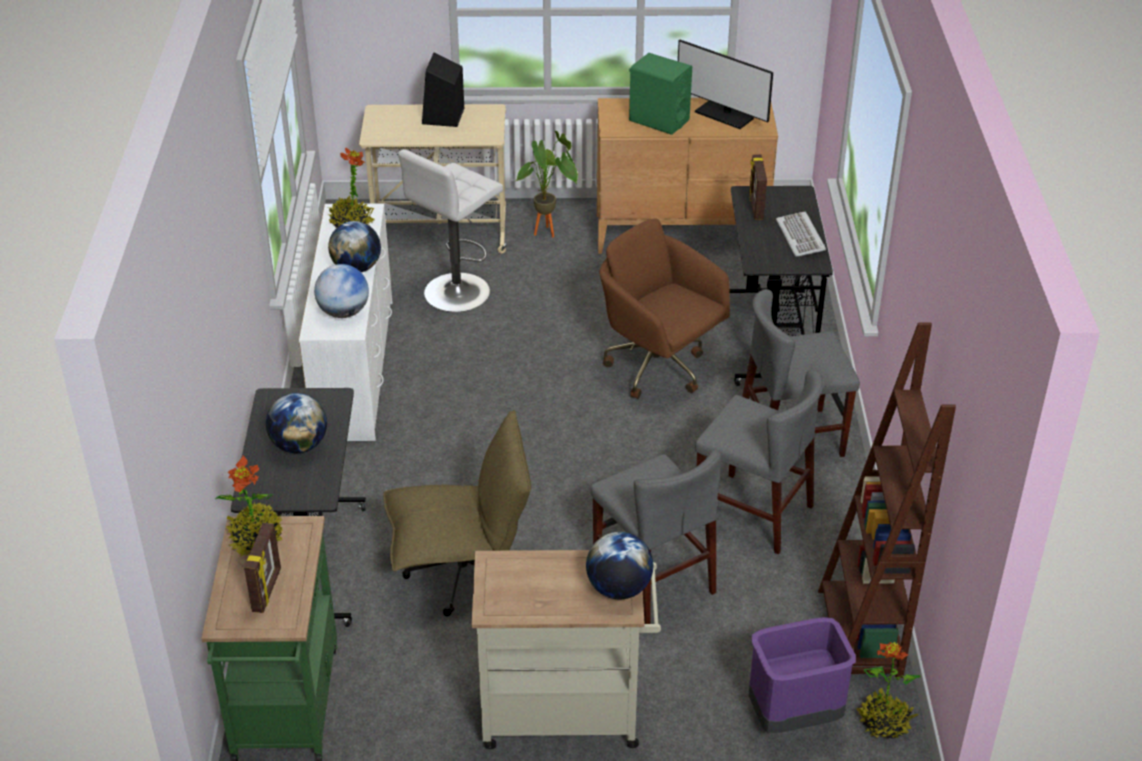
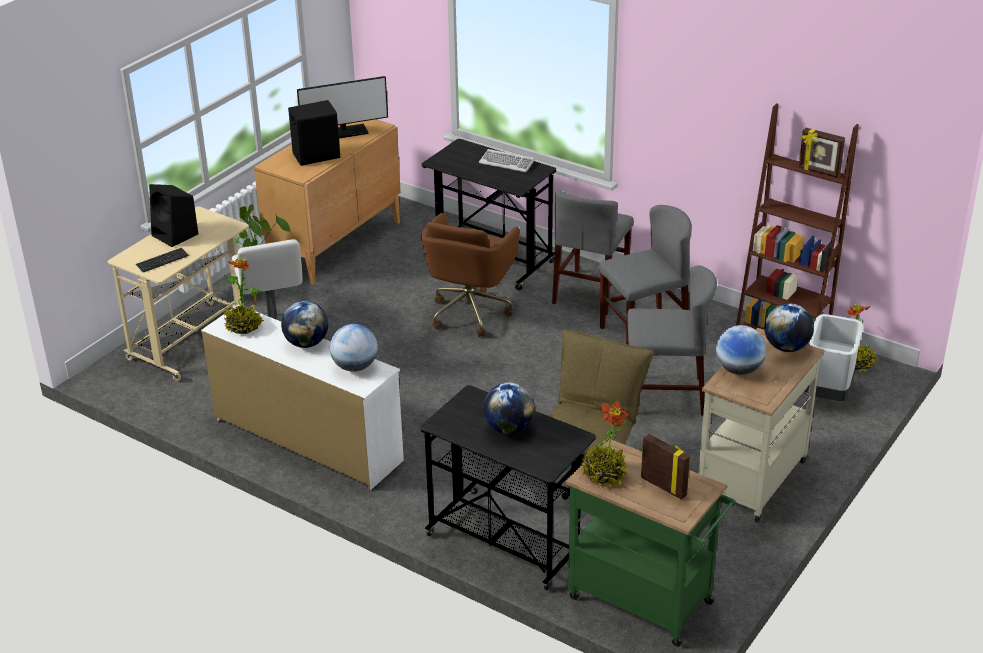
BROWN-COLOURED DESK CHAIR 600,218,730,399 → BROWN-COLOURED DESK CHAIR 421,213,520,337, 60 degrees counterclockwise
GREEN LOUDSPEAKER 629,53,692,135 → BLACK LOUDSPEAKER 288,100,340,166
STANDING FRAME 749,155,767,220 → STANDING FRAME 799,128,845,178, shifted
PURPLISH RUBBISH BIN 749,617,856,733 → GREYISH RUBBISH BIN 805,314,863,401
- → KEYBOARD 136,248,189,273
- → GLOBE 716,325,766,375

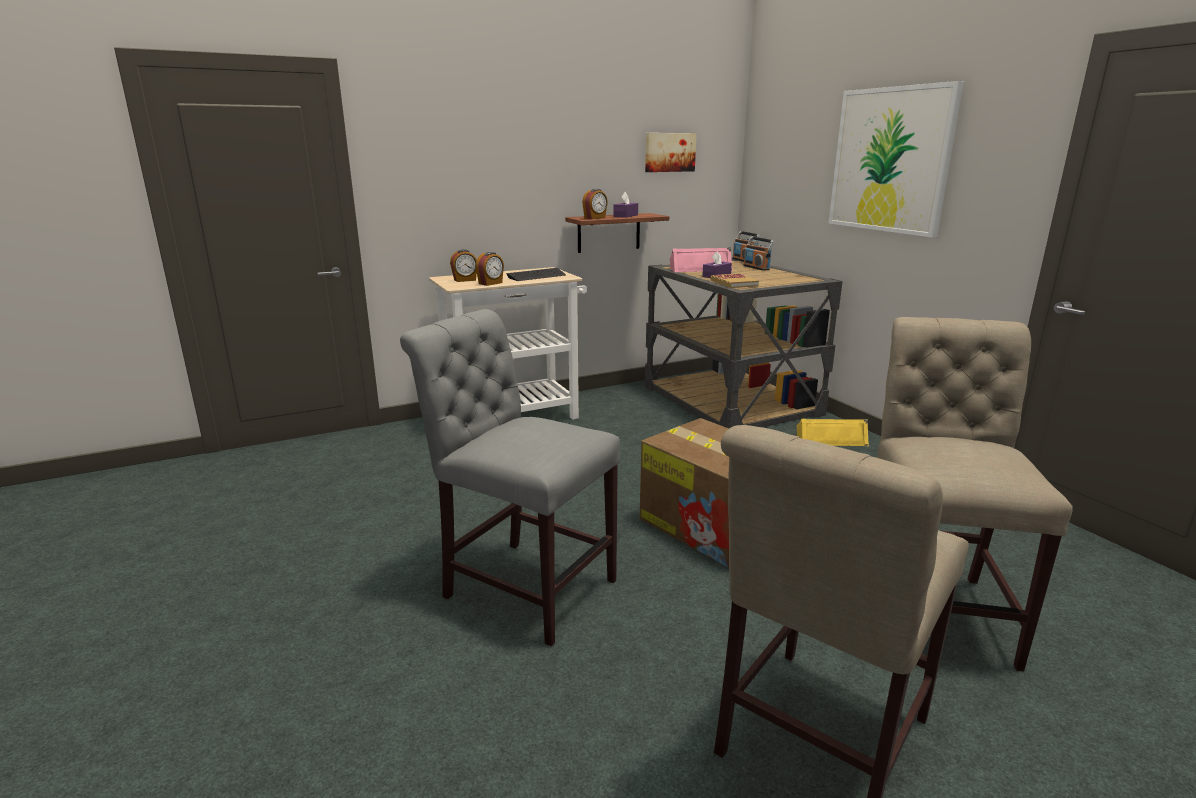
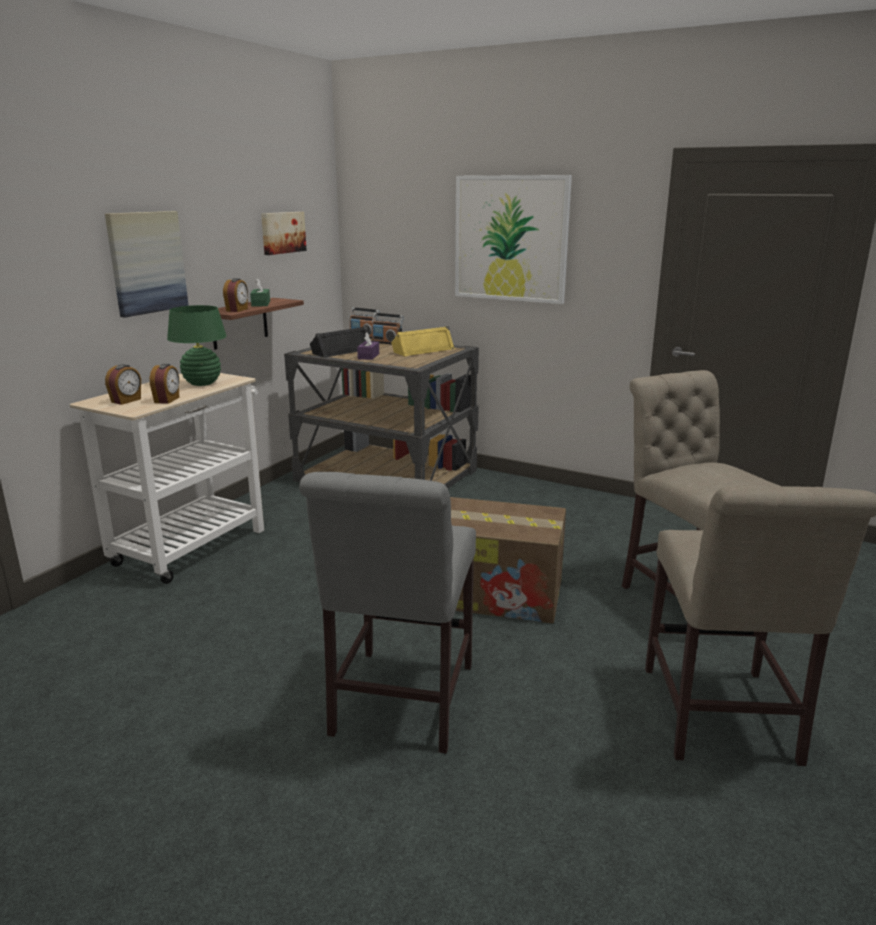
GREYISH CHAIR 400,309,620,646 → GREYISH CHAIR 299,472,476,753, 75 degrees counterclockwise
KEYBOARD 507,268,566,281 → GREEN TABLETOP LAMP 167,305,227,386
PURPLISH TISSUE BOX 613,192,638,218 → GREEN TISSUE BOX 250,278,270,307
PINK-COLOURED LOUDSPEAKER 670,247,733,272 → BLACK LOUDSPEAKER 310,326,370,358
BOOK 710,274,759,288 → -
YELLOW-COLOURED LOUDSPEAKER 796,419,869,446 → YELLOW-COLOURED LOUDSPEAKER 391,326,455,356, shifted
- → PICTURE 105,211,189,317

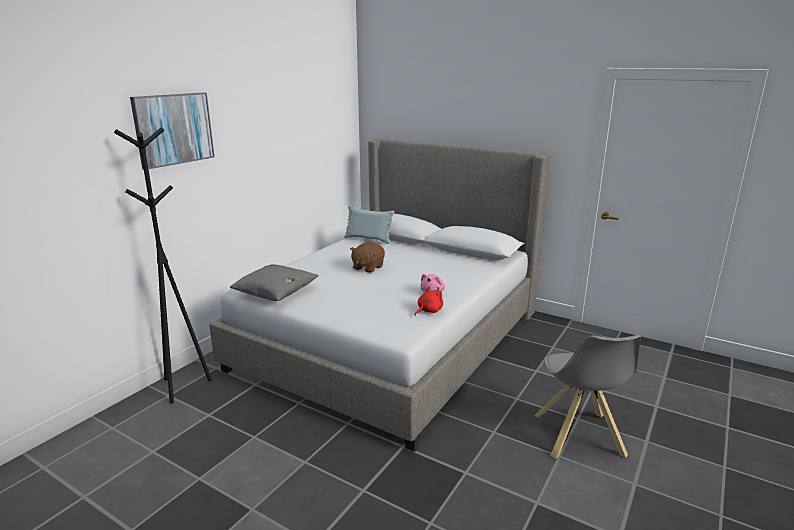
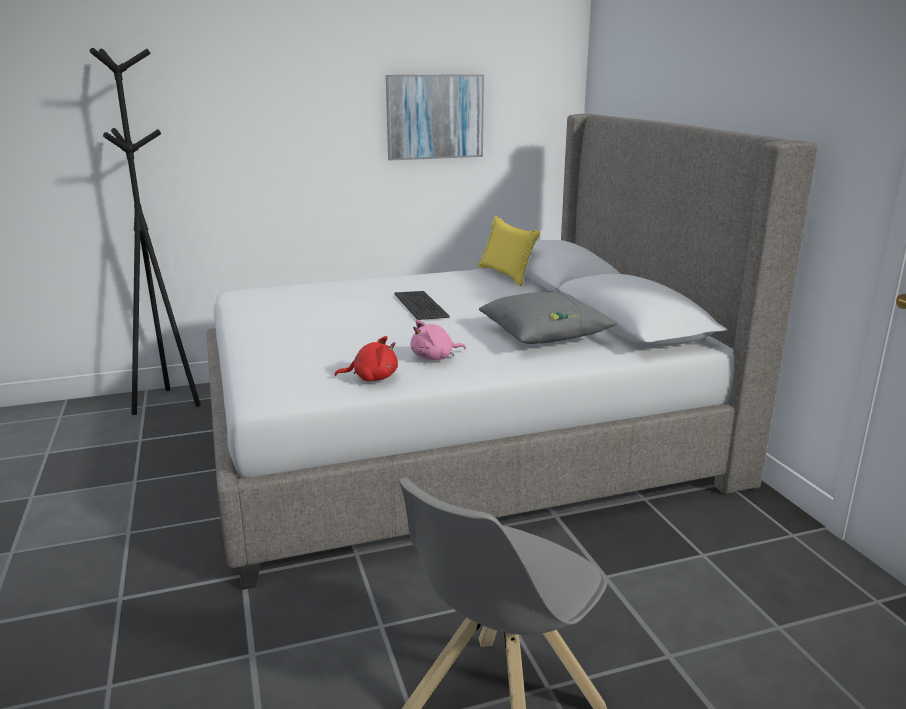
PICTURE 130,93,215,170 → PICTURE 386,74,484,160, shifted
GREYISH THROW PILLOW 230,264,319,301 → GREYISH THROW PILLOW 479,291,618,344, shifted
BLUE-COLOURED THROW PILLOW 344,206,394,244 → YELLOW-COLOURED THROW PILLOW 477,216,540,286
BROWN-COLOURED CUDDLY TOY 350,242,385,273 → KEYBOARD 394,291,450,320

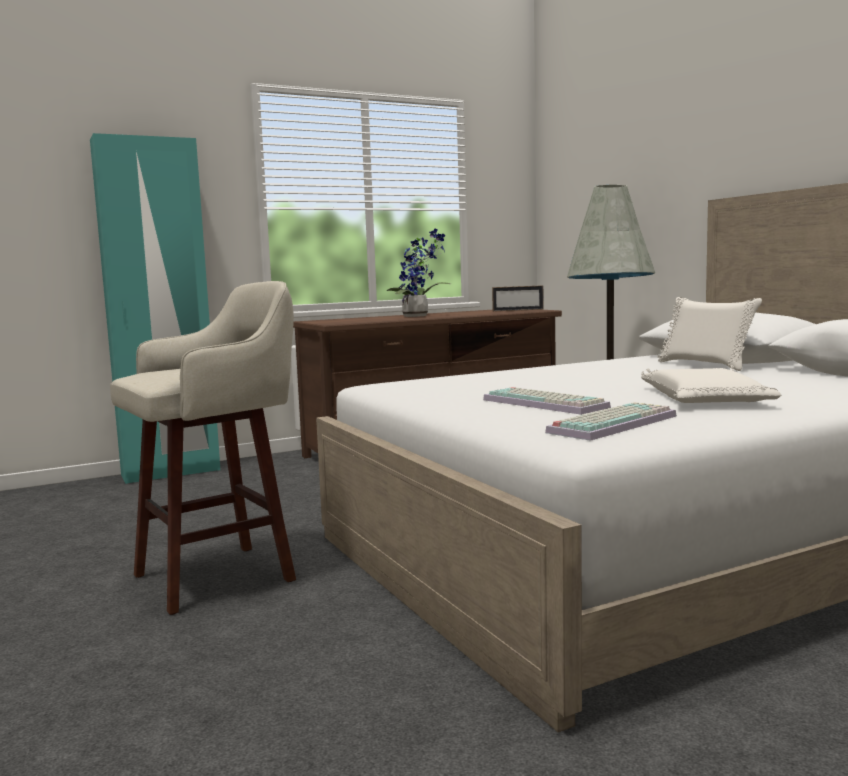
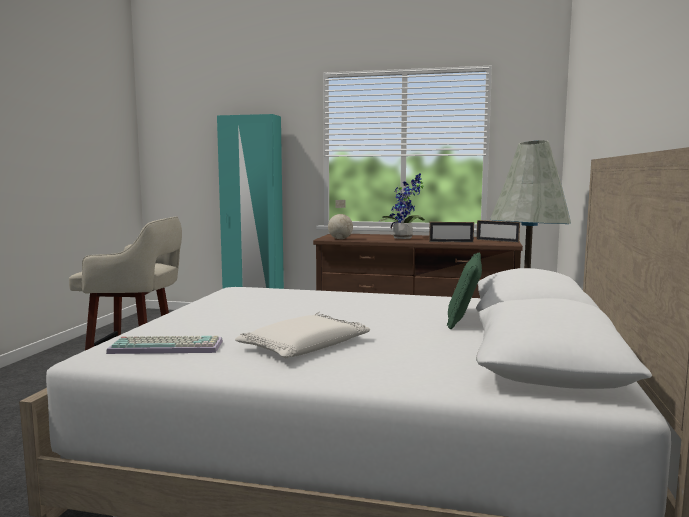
KEYBOARD 483,387,611,415 → -
WHITISH THROW PILLOW 657,297,762,371 → GREEN THROW PILLOW 447,253,482,329
- → GLOBE 328,200,353,239
- → STANDING FRAME 429,222,474,243

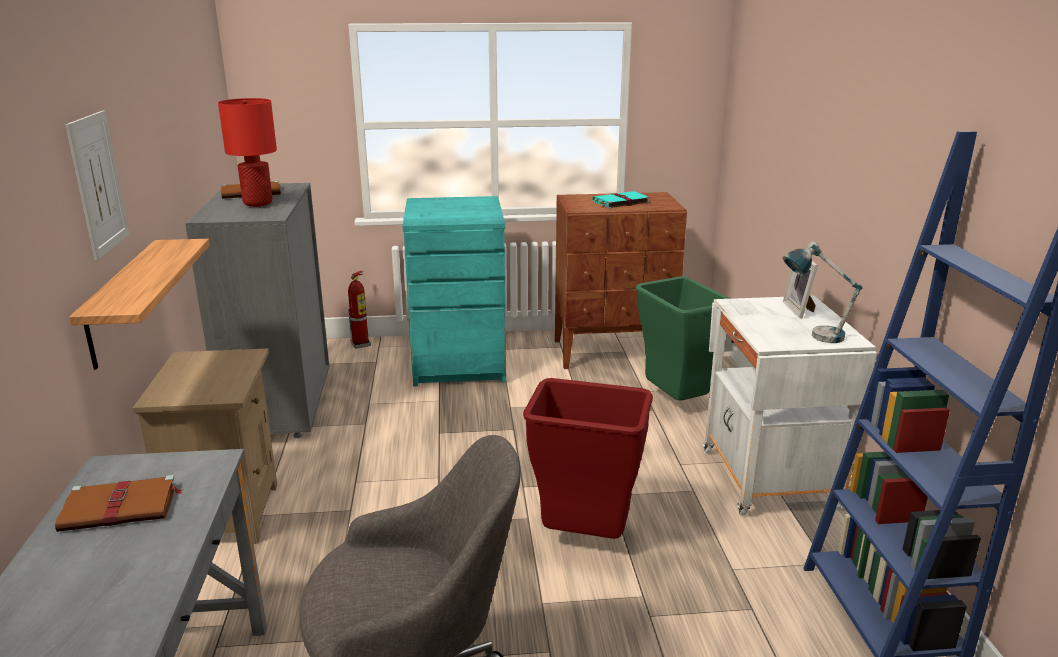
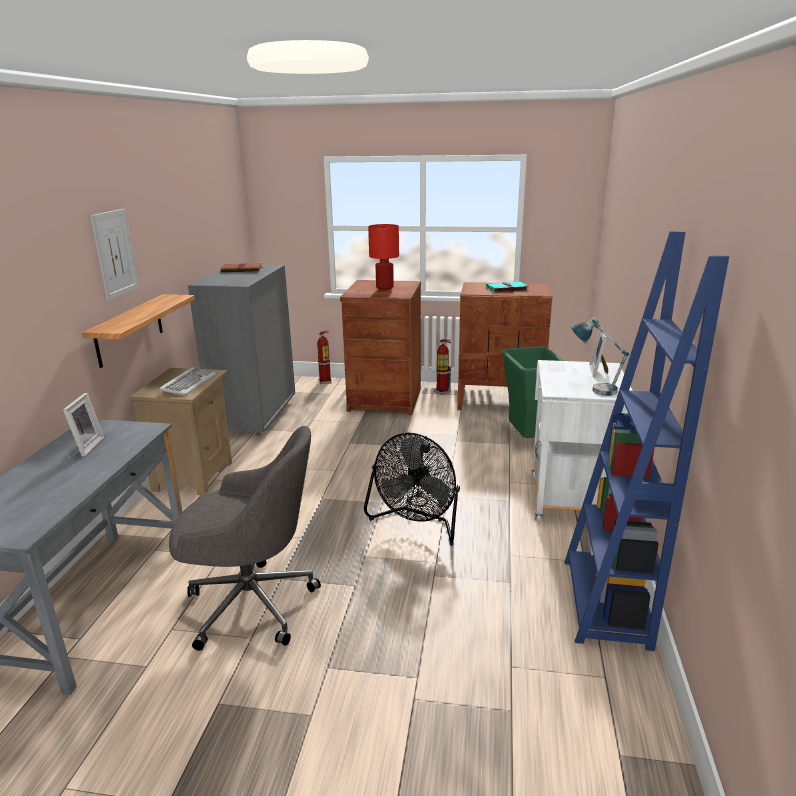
BROWN-COLOURED BOOK 55,475,184,532 → STANDING FRAME 63,393,104,457
RED-COLOURED TABLETOP LAMP 218,98,277,207 → RED-COLOURED TABLETOP LAMP 368,224,399,290, shifted
BLUE-GREEN DRAWER CHEST 402,196,506,386 → BROWN-COLOURED DRAWER CHEST 340,280,421,415
RED-COLOURED RUBBISH BIN 523,378,653,539 → BLACK FAN 364,433,460,546
- → KEYBOARD 158,367,217,396
- → EXTINGUISHER 434,339,451,395

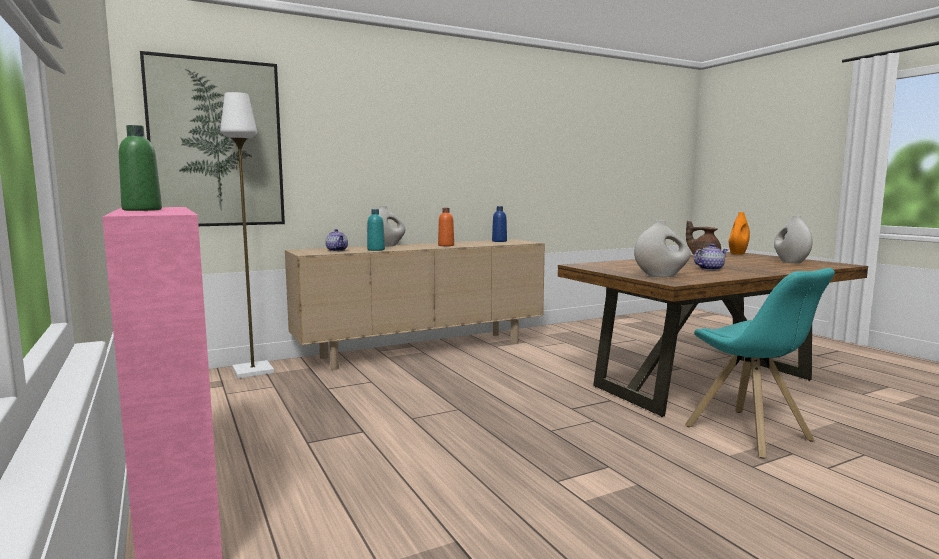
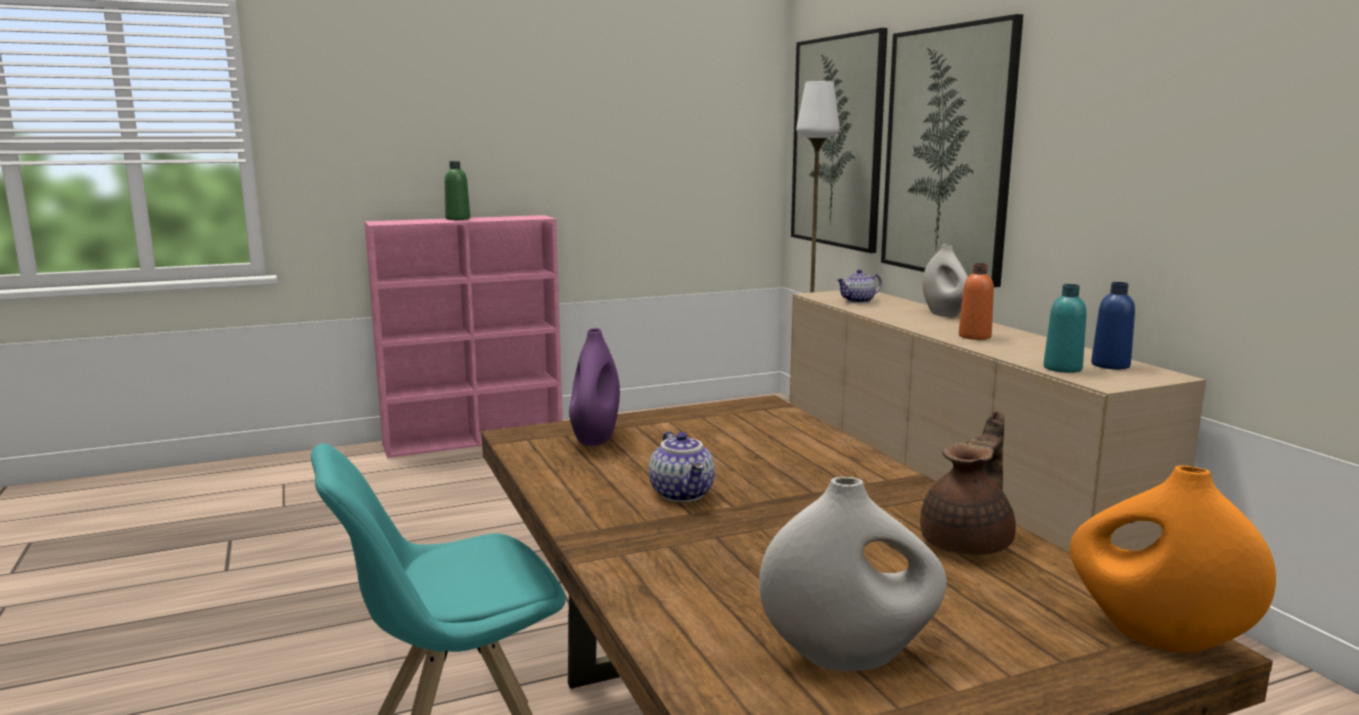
BLUE-GREEN BOTTLE 367,209,385,251 → BLUE-GREEN BOTTLE 1044,284,1087,373, shifted
WHITISH DECORATIVE VASE 634,220,691,277 → PURPLISH DECORATIVE VASE 569,328,620,446
- → PICTURE 881,14,1023,287

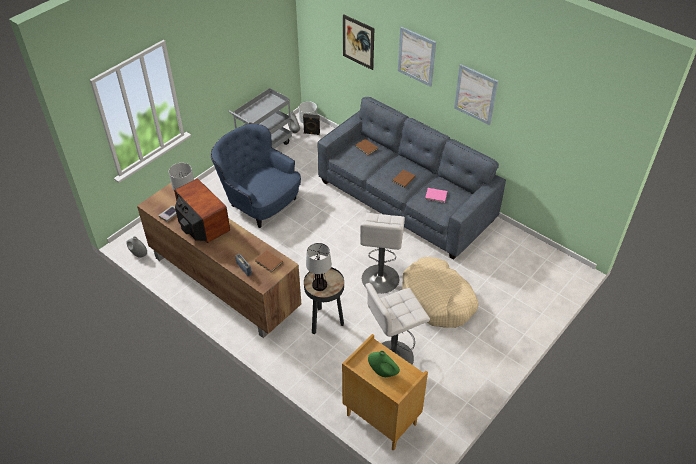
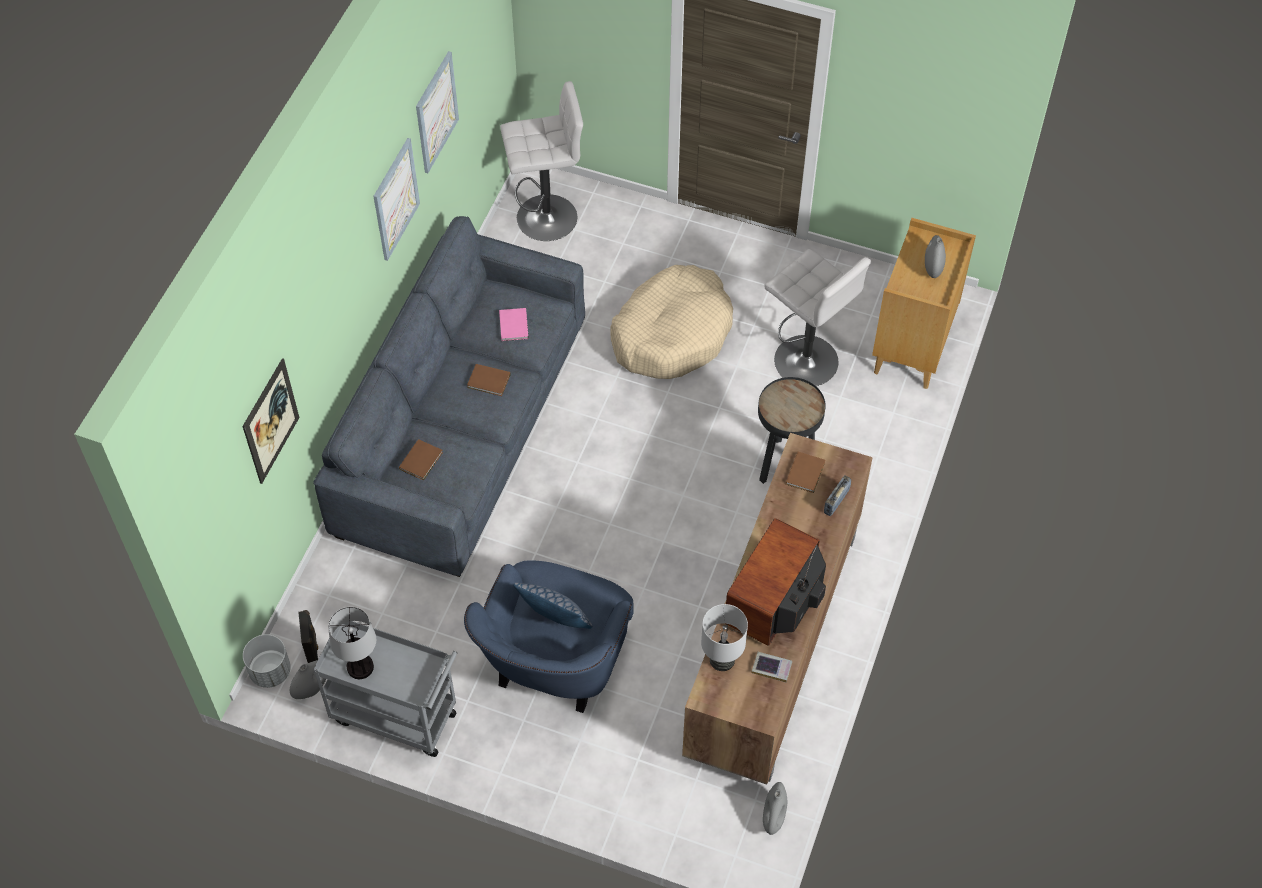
TABLETOP LAMP 306,243,332,291 → TABLETOP LAMP 328,607,376,679, shifted
WHITISH STOOL SEAT 360,213,405,294 → WHITISH STOOL SEAT 500,81,583,241, shifted
GREEN DECORATIVE VASE 368,351,400,377 → GREYISH DECORATIVE VASE 925,235,946,278
PICTURE 398,27,436,87 → PICTURE 416,51,459,173, shifted
- → THROW PILLOW 513,583,593,629

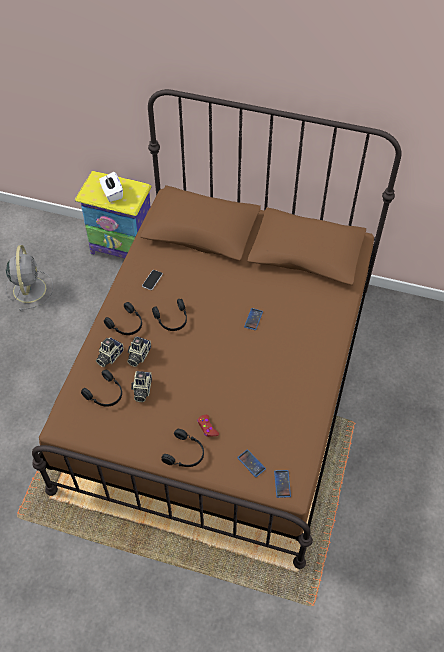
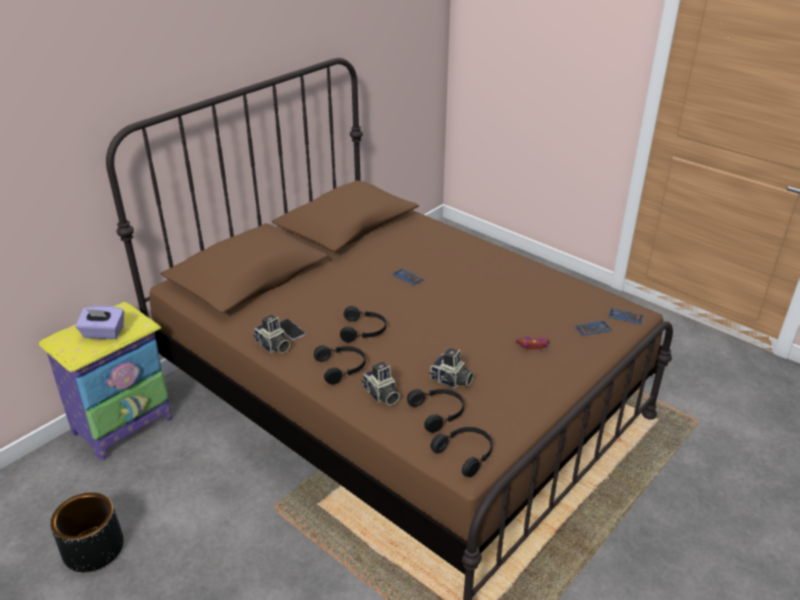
GREYISH FAN 6,245,53,311 → BLACK PLANT POT 50,492,124,572
WHITISH TISSUE BOX 99,172,123,202 → PURPLISH TISSUE BOX 75,306,124,339
PHOTO CAMERA 127,336,151,367 → PHOTO CAMERA 253,315,290,353, shifted
BLACK PAIR OF HEADPHONES 161,429,204,467 → BLACK PAIR OF HEADPHONES 431,427,492,477, shifted

